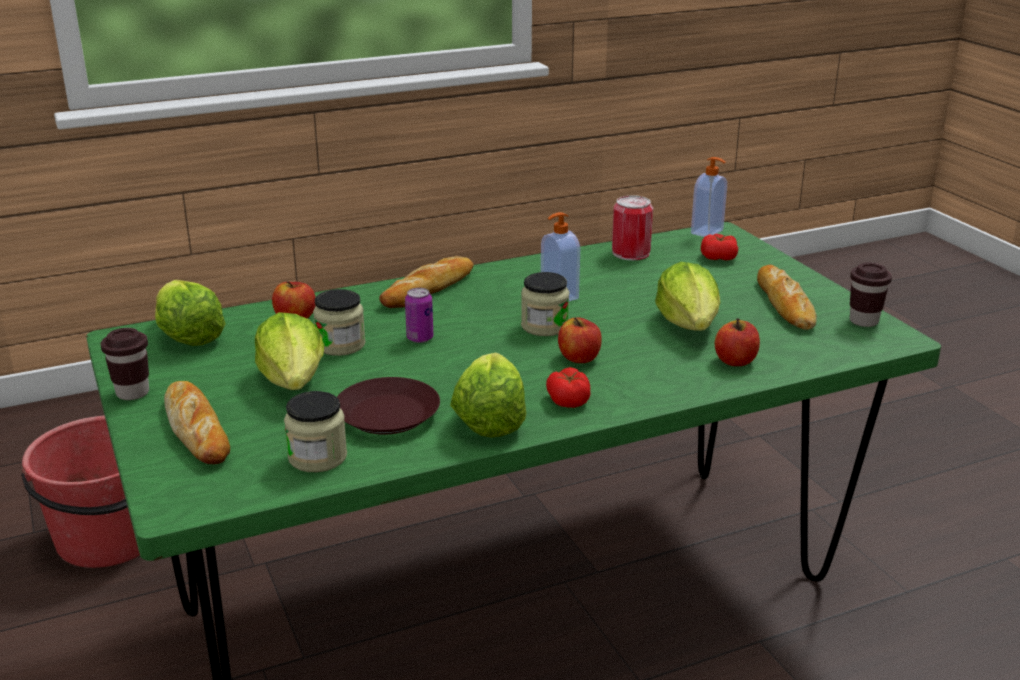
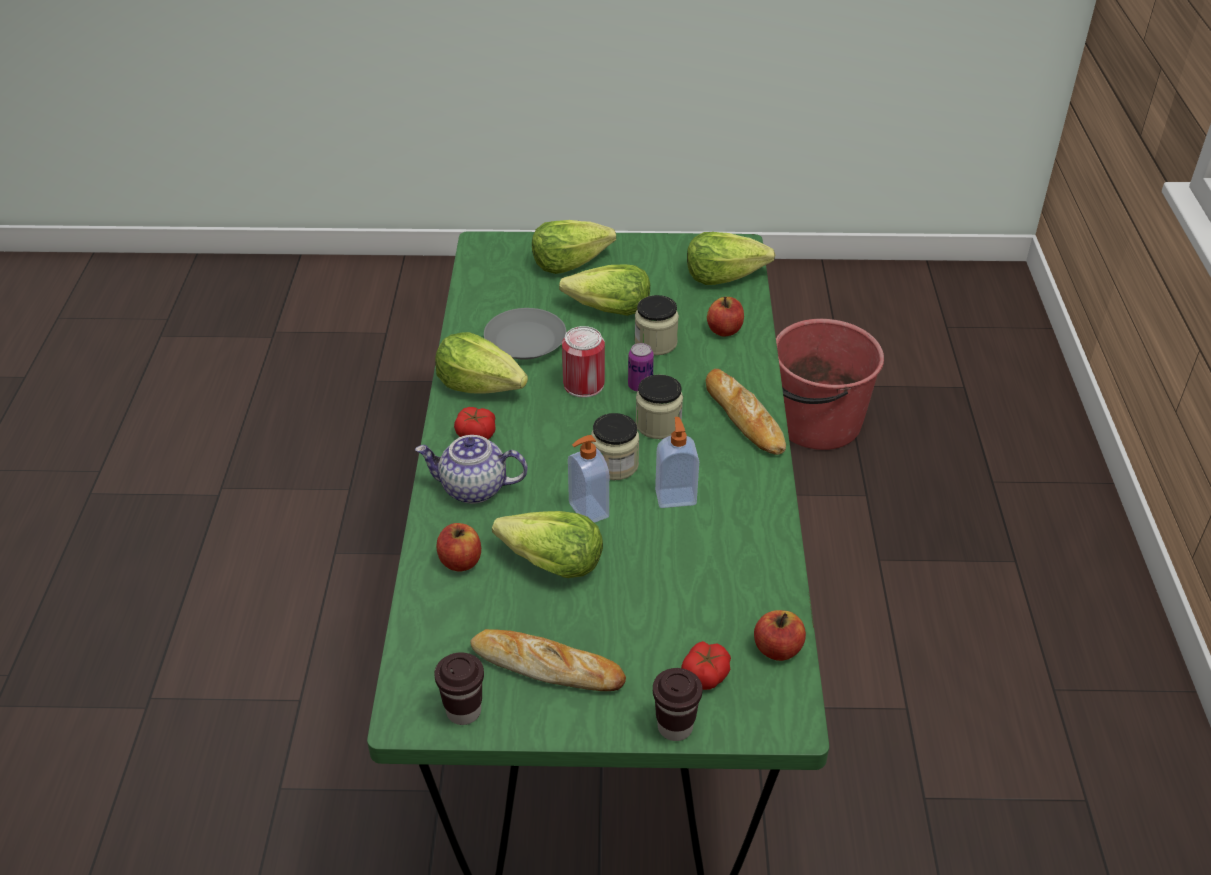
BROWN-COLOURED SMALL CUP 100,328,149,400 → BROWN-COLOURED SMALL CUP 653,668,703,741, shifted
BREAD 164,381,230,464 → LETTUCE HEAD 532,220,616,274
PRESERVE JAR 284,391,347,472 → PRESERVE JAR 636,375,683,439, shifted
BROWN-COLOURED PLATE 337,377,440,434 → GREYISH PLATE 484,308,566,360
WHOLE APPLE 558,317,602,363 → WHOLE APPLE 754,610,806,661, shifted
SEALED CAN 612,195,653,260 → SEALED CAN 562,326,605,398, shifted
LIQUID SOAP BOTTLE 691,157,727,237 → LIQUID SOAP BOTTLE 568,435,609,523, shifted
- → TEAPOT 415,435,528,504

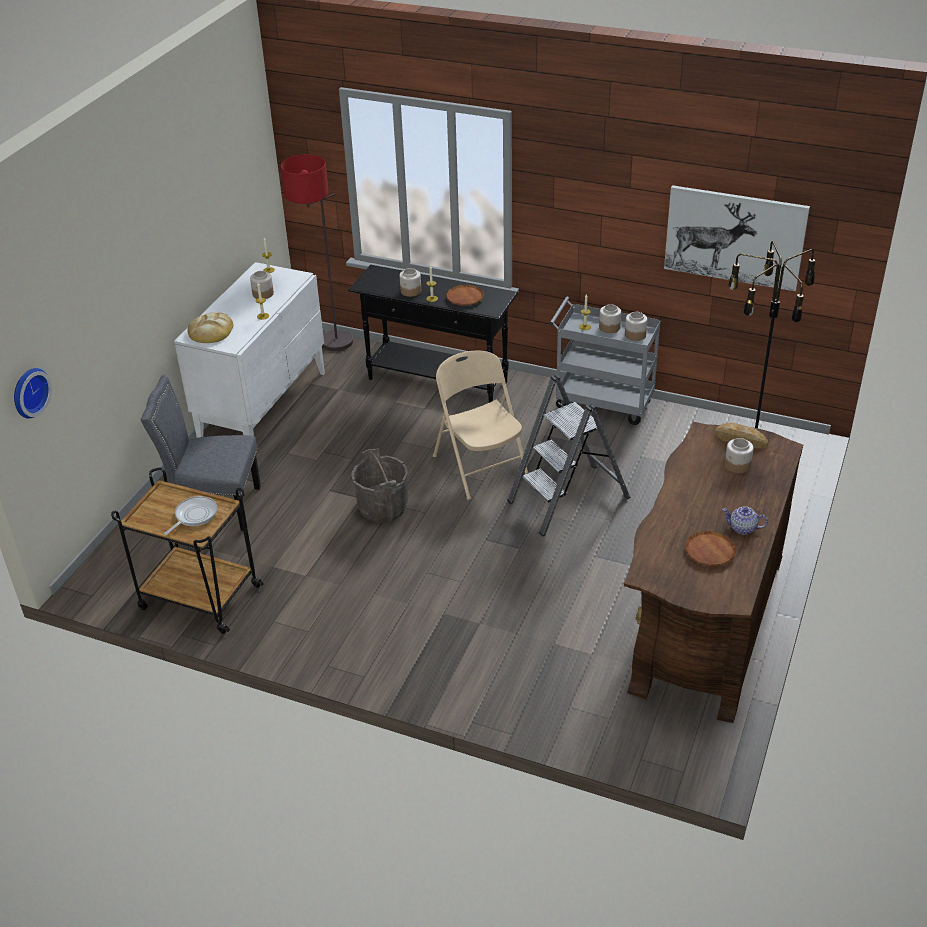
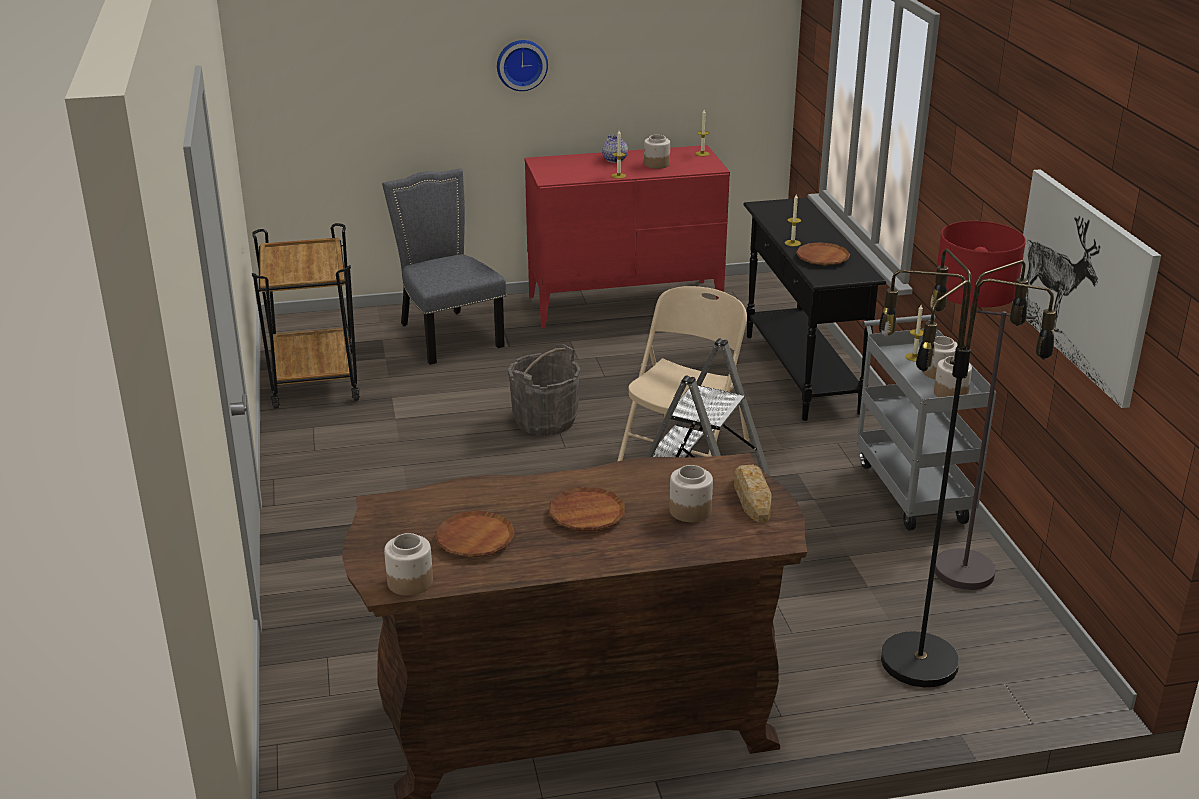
CLOCK ON THE WALL 14,368,52,419 → CLOCK ON THE WALL 497,40,548,91, shifted
FRYING PAN 164,496,217,535 → -
WHITISH CABINET 174,262,325,438 → RED-COLOURED CABINET 525,145,730,328
BREAD 188,312,233,343 → -
RED-COLOURED STANDING LAMP 281,154,353,351 → RED-COLOURED STANDING LAMP 935,221,1036,590, shifted
PRESERVE JAR 400,268,421,297 → PRESERVE JAR 384,533,433,596, shifted
TEAPOT 722,506,768,535 → TEAPOT 602,135,628,163, shifted
- → BROWN-COLOURED PLATE 549,487,625,531

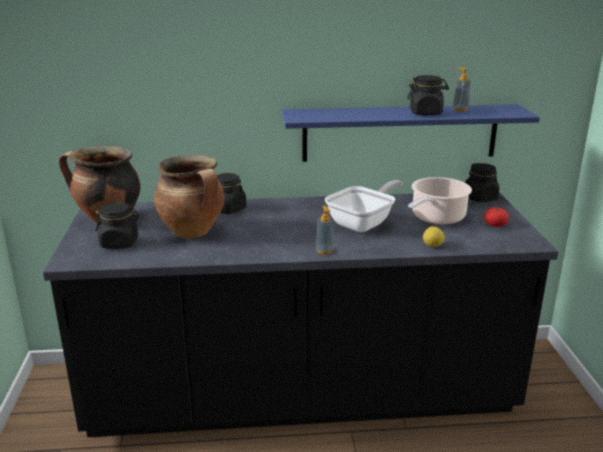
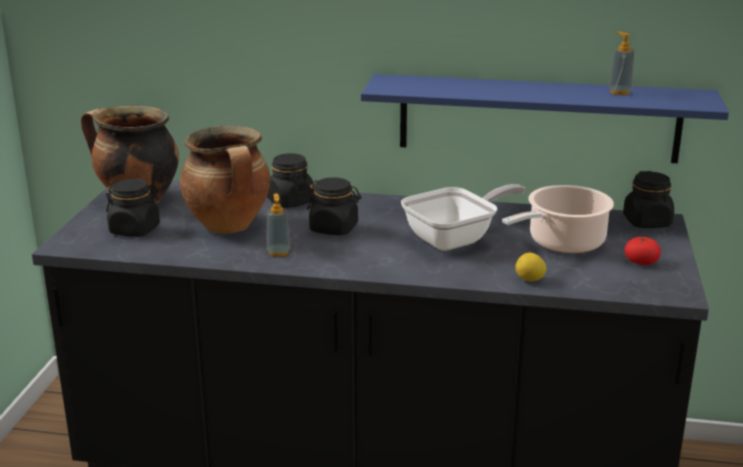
LIQUID SOAP BOTTLE 316,206,334,254 → LIQUID SOAP BOTTLE 267,193,290,256, shifted
BLACK PRESERVE JAR 407,75,449,115 → BLACK PRESERVE JAR 307,177,361,235, shifted

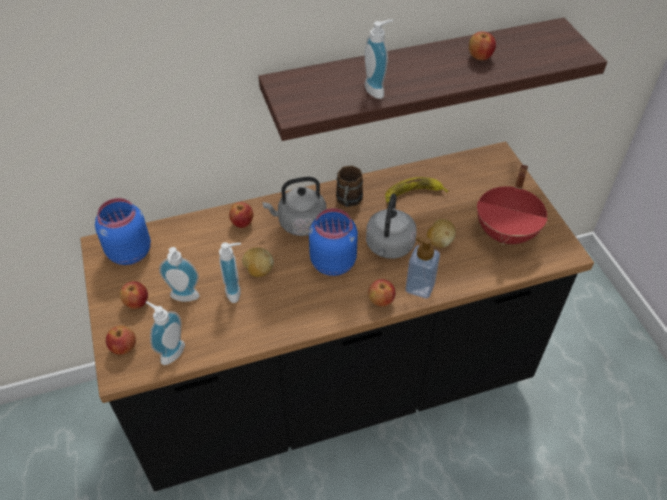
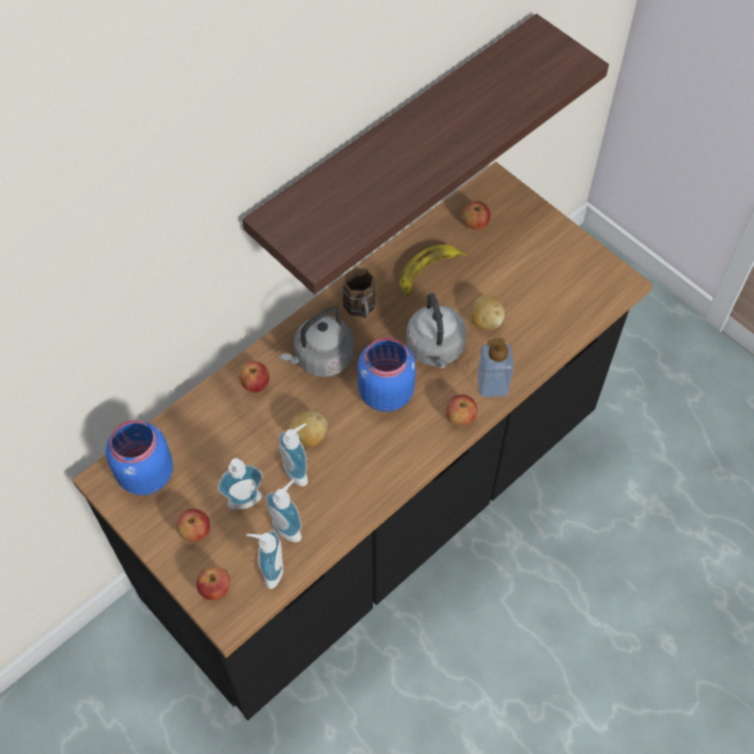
LIQUID SOAP BOTTLE 365,19,393,99 → LIQUID SOAP BOTTLE 266,479,302,542, shifted
WHOLE APPLE 469,31,496,60 → WHOLE APPLE 462,201,490,230, shifted
RED-COLOURED SAUCEPOT 477,164,548,245 → -

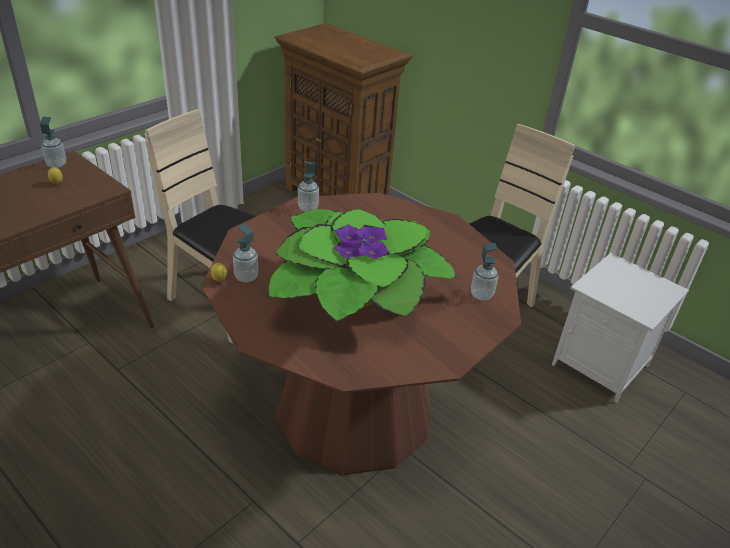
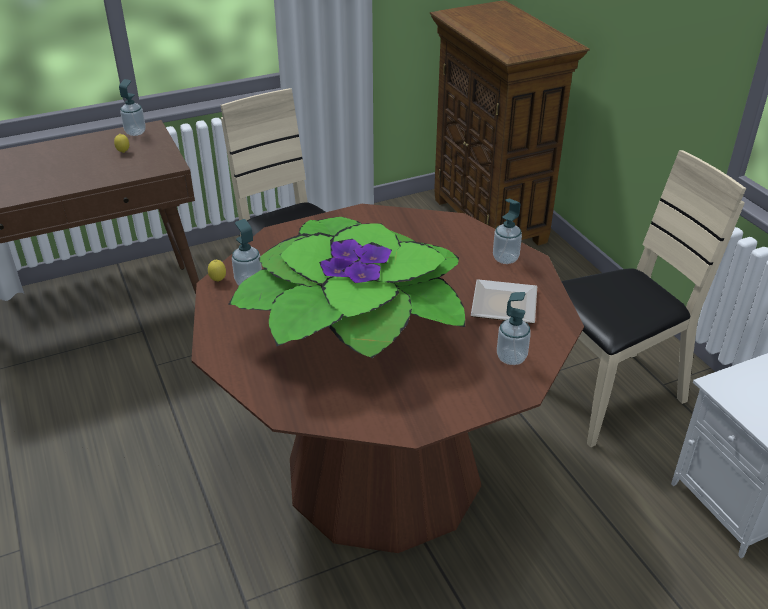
LIQUID SOAP BOTTLE 298,161,319,212 → LIQUID SOAP BOTTLE 493,198,522,264, shifted
- → PLATE 471,279,537,324

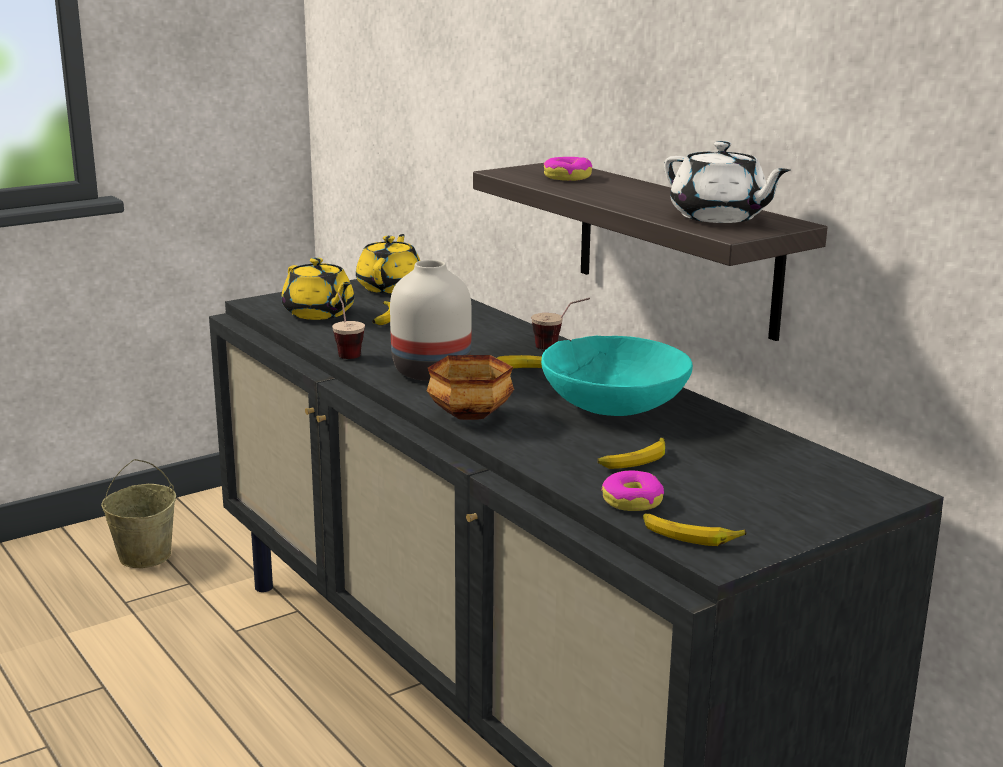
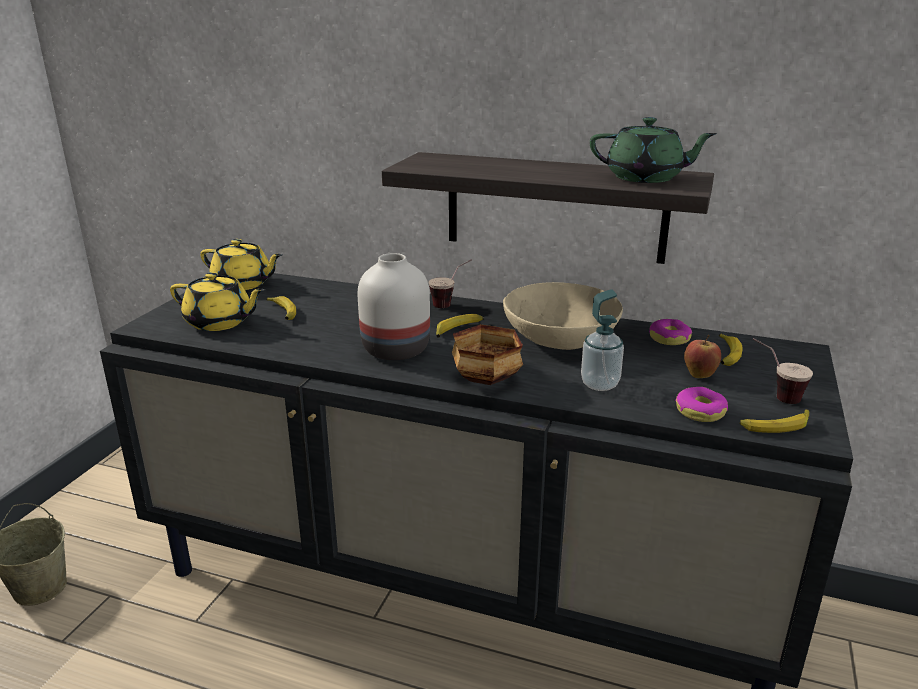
SMALL CUP 332,292,365,359 → SMALL CUP 752,338,813,404, shifted
YELLOW-COLOURED TEAPOT 356,234,420,293 → YELLOW-COLOURED TEAPOT 200,239,283,290, 135 degrees clockwise
BLUE-GREEN BOWL 541,336,693,416 → BEIGE-COLOURED BOWL 503,282,623,350
RING DOUGHNUT 544,157,592,181 → RING DOUGHNUT 649,319,692,345, shifted
WHOLE BANANA 598,437,665,469 → WHOLE BANANA 719,334,743,366, shifted
WHITISH TEAPOT 664,141,790,223 → GREEN TEAPOT 590,117,717,183
- → LIQUID SOAP BOTTLE 581,289,624,391
- → WHOLE APPLE 684,335,721,378

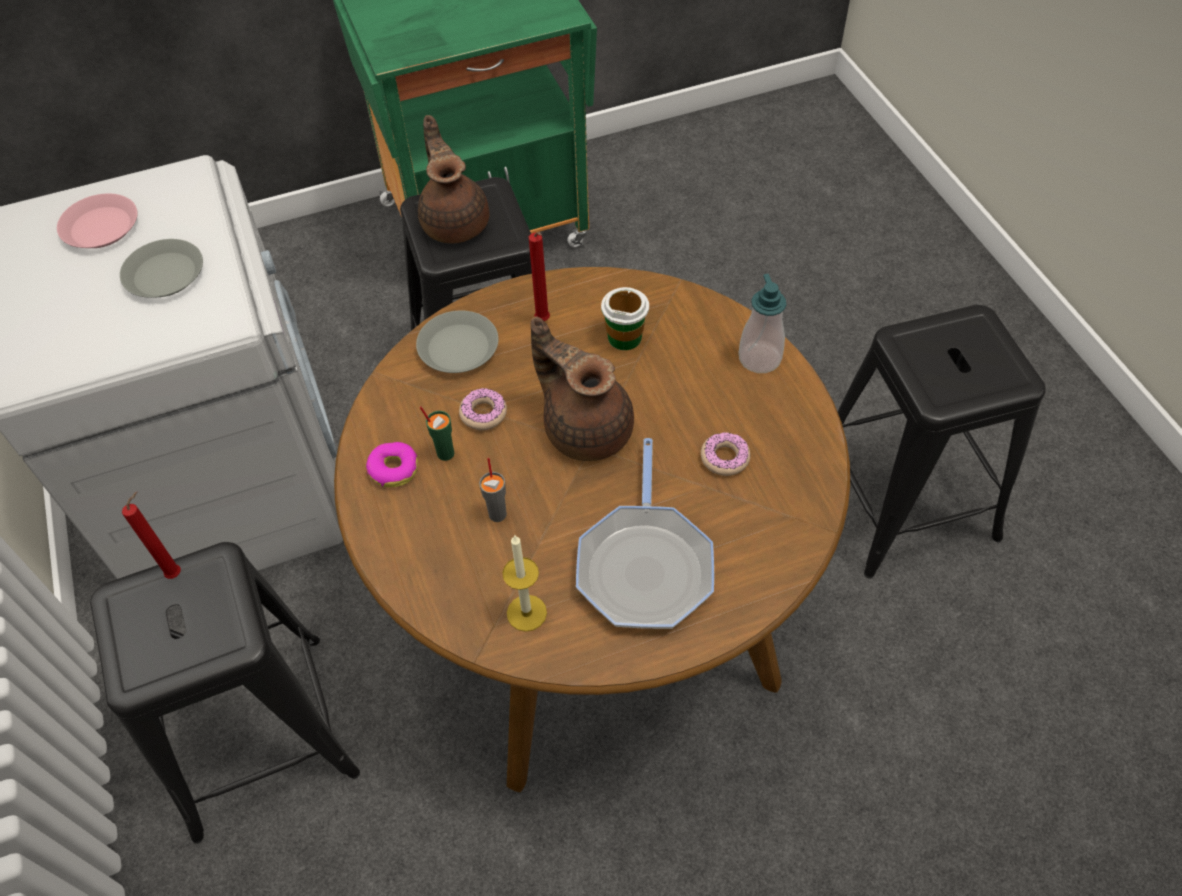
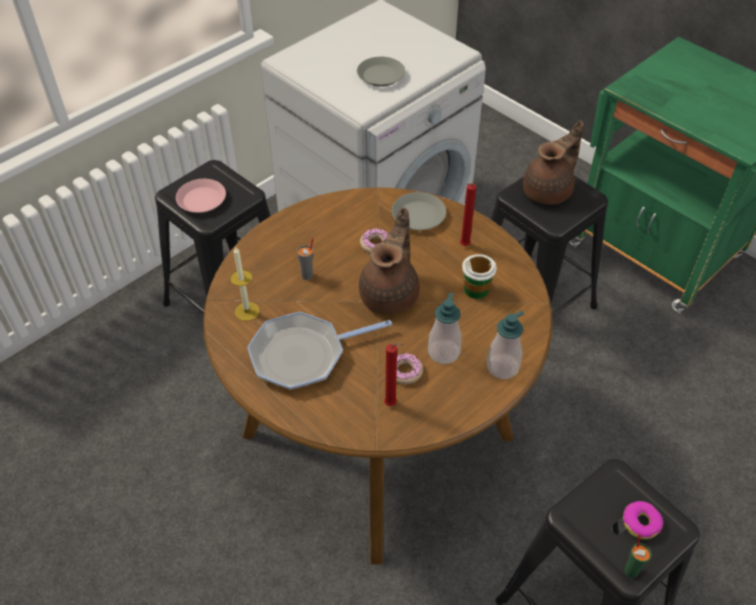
PINK-COLOURED PLATE 57,193,138,248 → PINK-COLOURED PLATE 176,179,226,213, shifted
RED-COLOURED CANDLE 122,492,181,579 → RED-COLOURED CANDLE 384,343,403,406, shifted
RING DOUGHNUT 366,442,418,488 → RING DOUGHNUT 623,501,663,540, shifted
GREEN SMALL CUP 420,406,454,461 → GREEN SMALL CUP 624,534,651,578, shifted
- → LIQUID SOAP BOTTLE 428,292,461,364

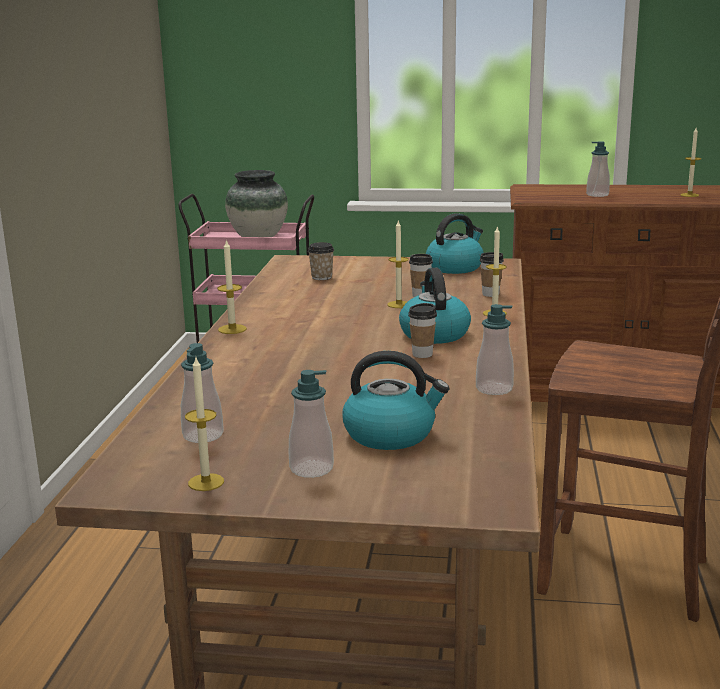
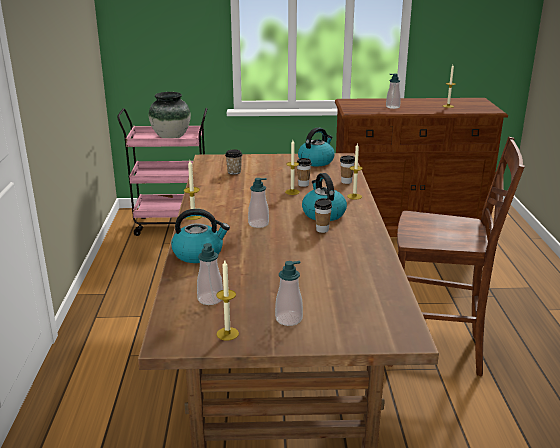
TEA KETTLE 342,351,449,450 → TEA KETTLE 171,209,230,263, shifted
LIQUID SOAP BOTTLE 476,304,514,395 → LIQUID SOAP BOTTLE 248,178,269,228, shifted

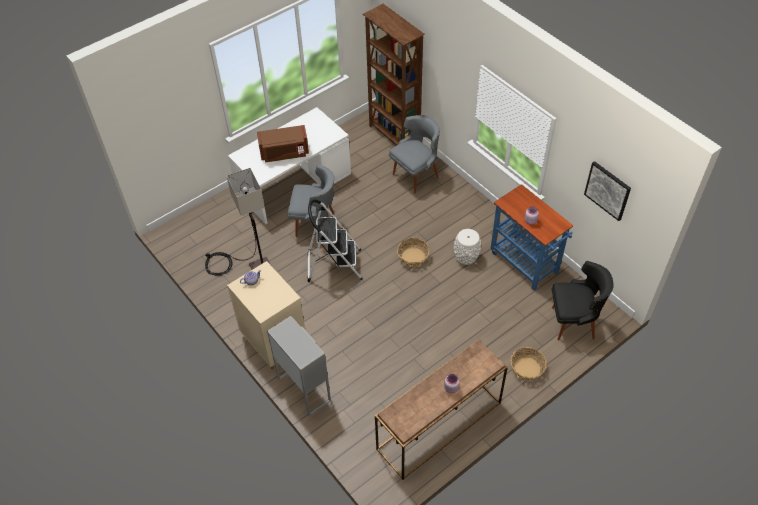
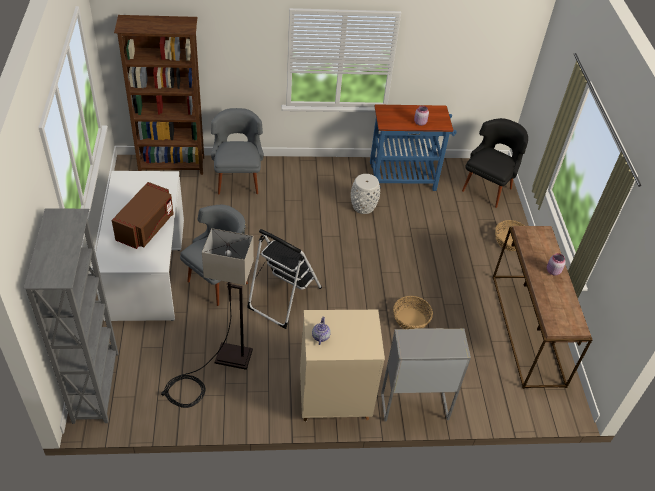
BASKET 397,238,430,267 → BASKET 393,296,433,329, shifted
PICTURE 584,161,631,221 → -
- → GREYISH BOOKSHELF 23,209,118,424

